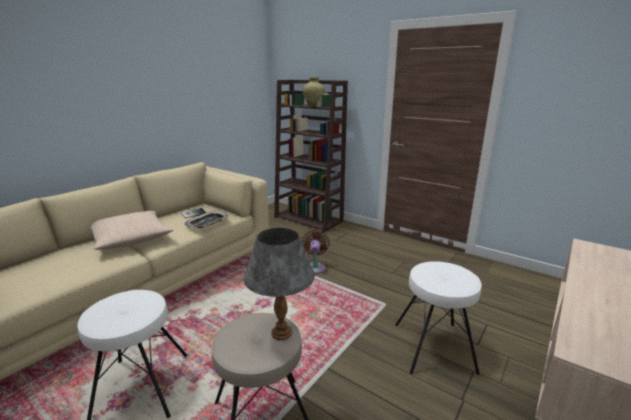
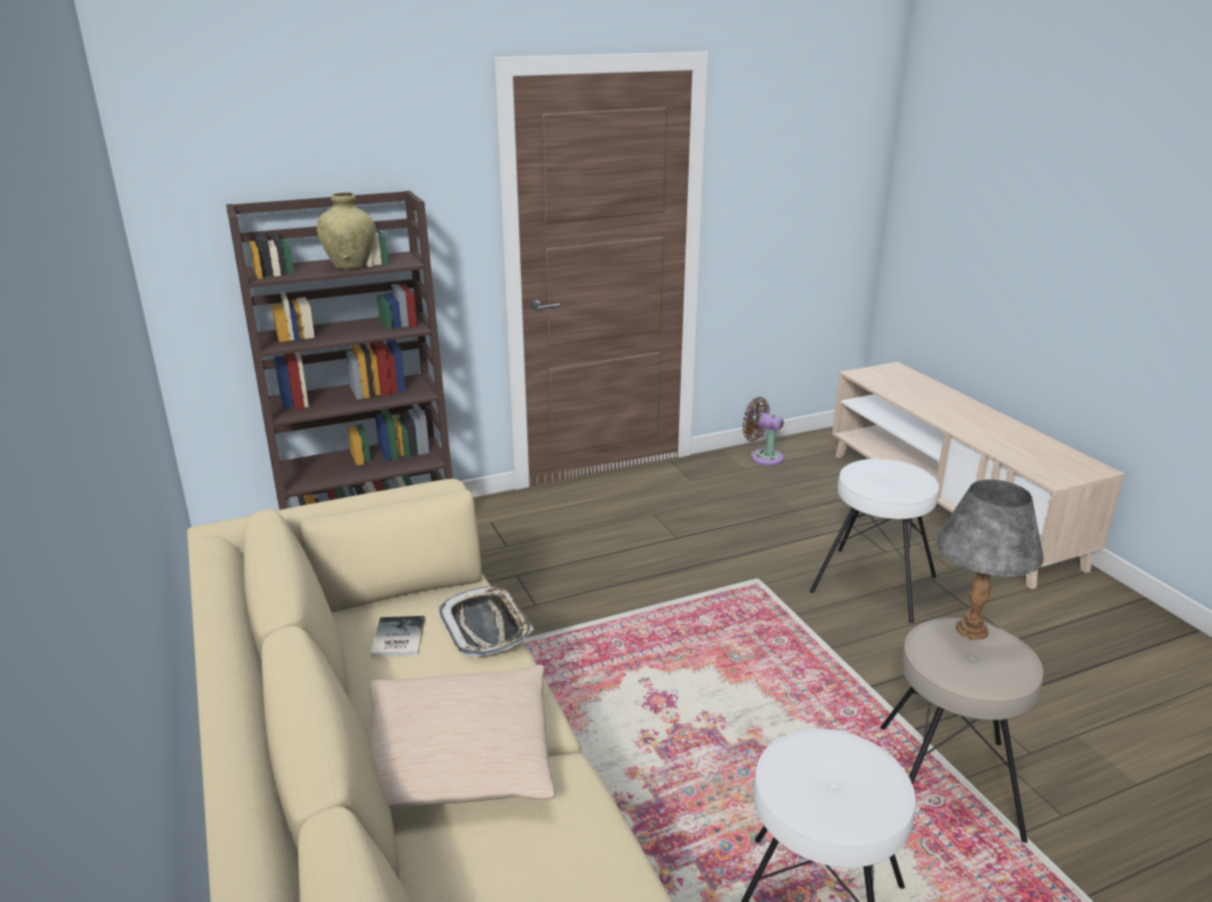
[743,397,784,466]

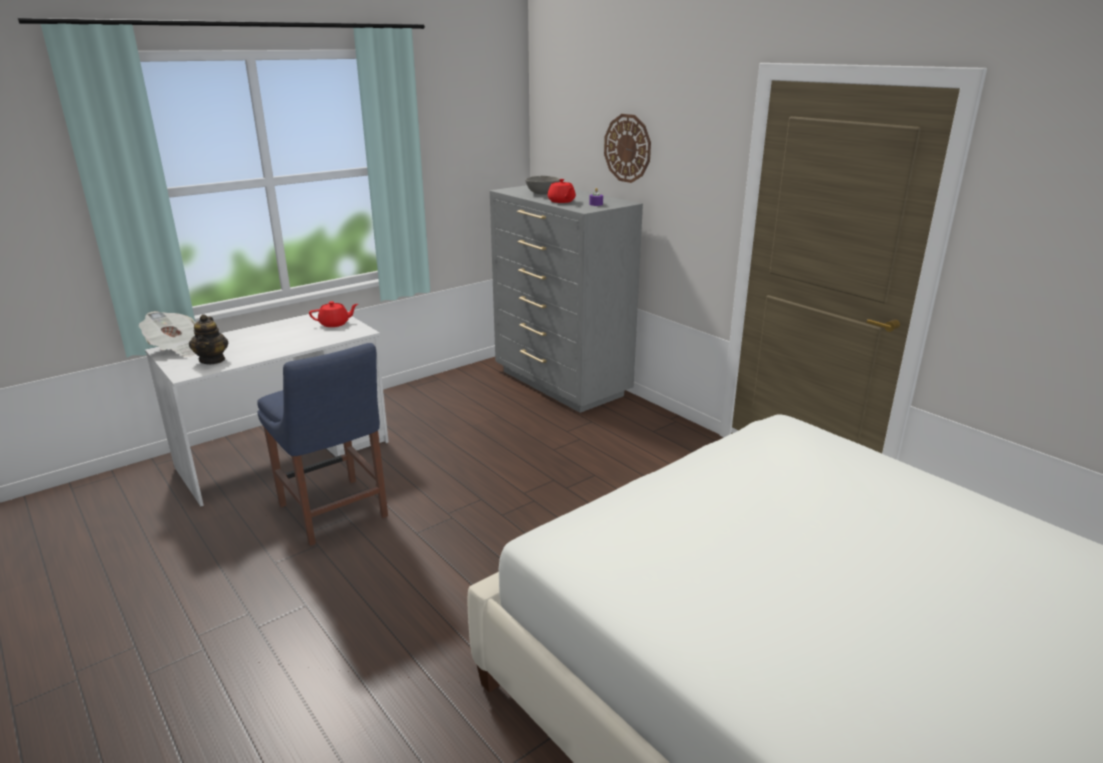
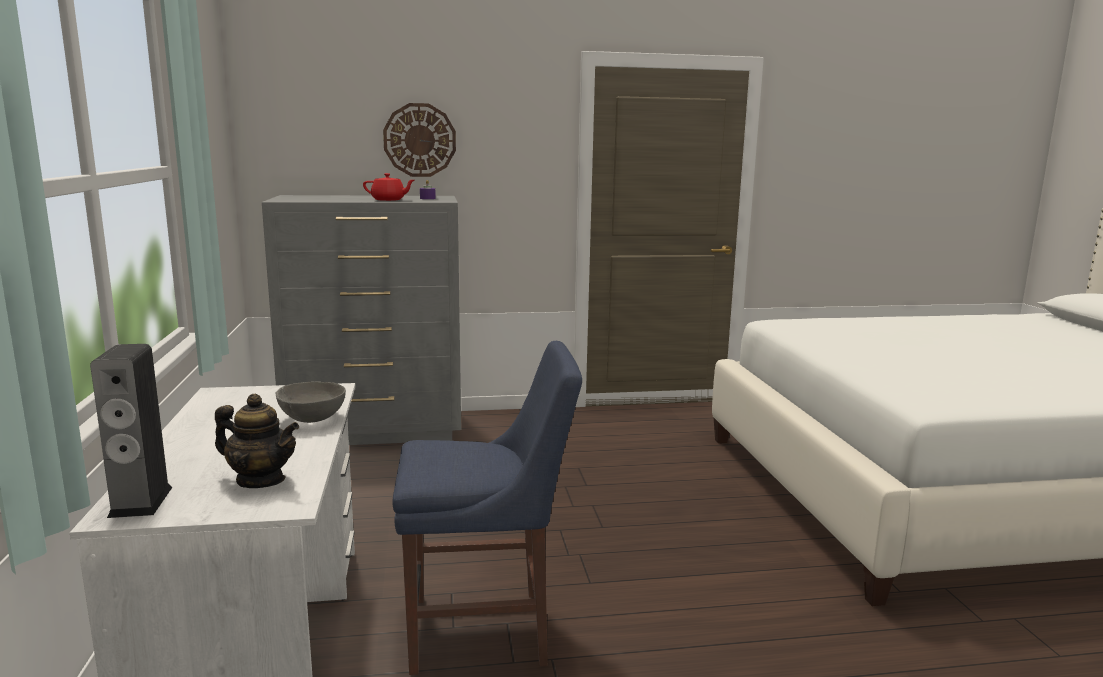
[90,344,172,518]
[275,381,346,423]
[309,301,358,327] (first image)

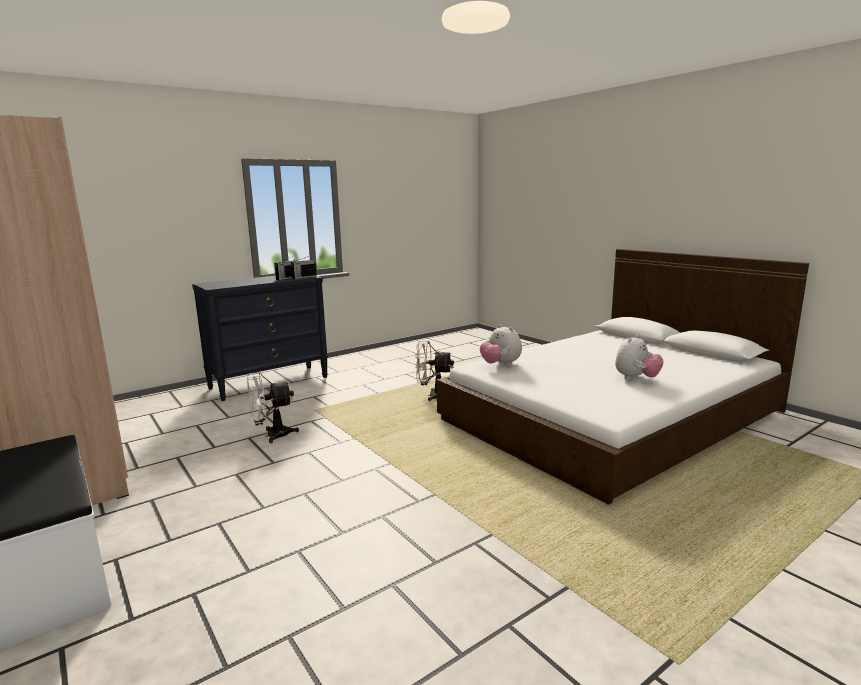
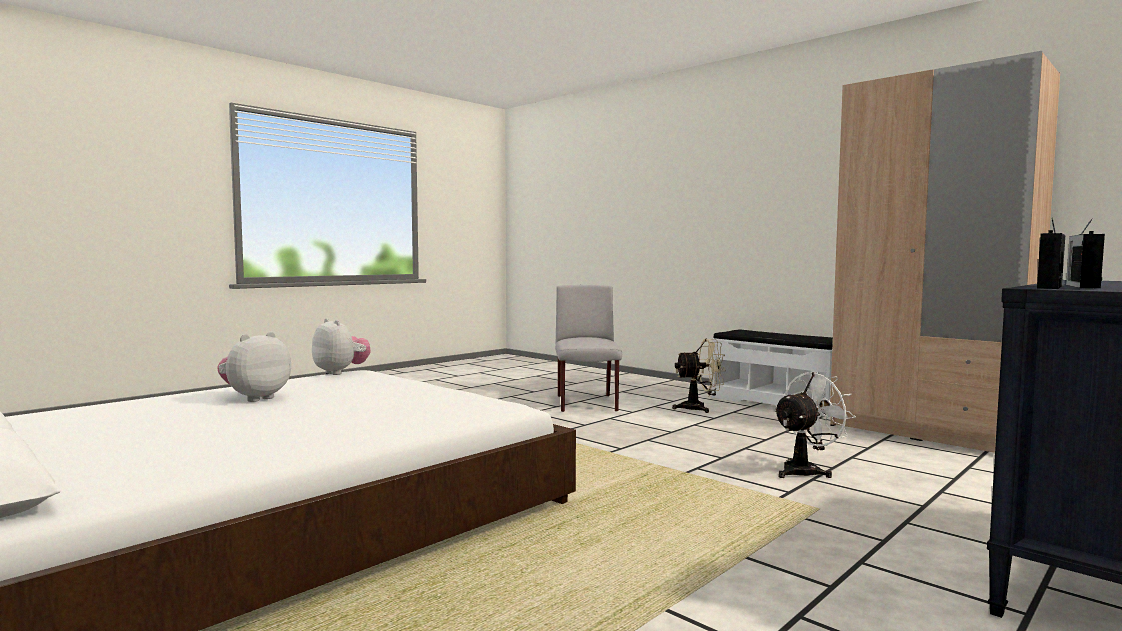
[312,318,370,375]
[555,285,622,412]
[672,339,726,413]

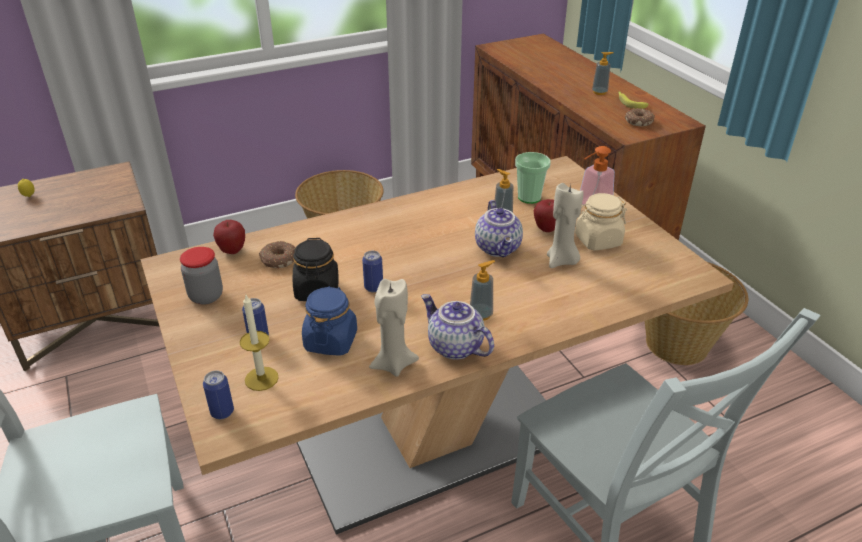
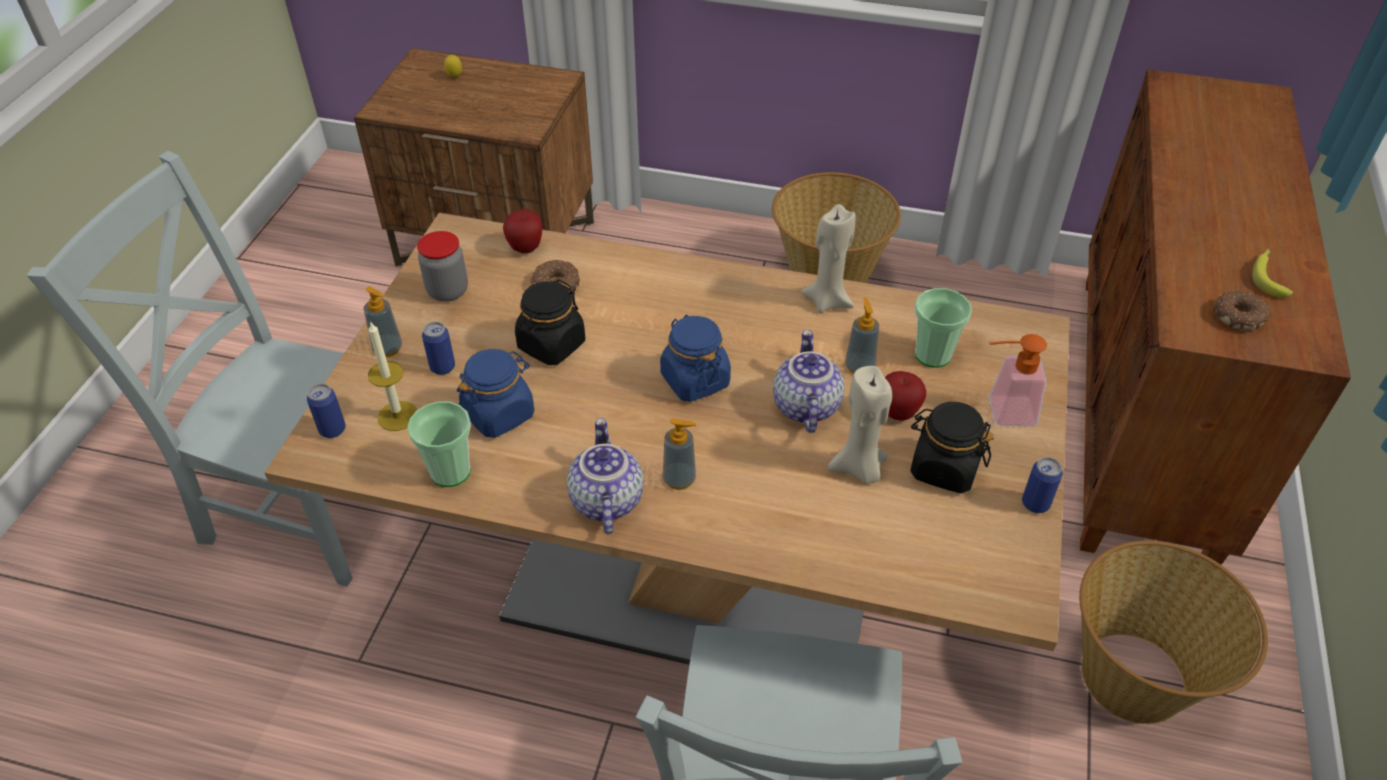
[363,286,402,357]
[407,401,471,487]
[660,315,731,402]
[773,330,844,433]
[801,204,856,313]
[910,402,994,493]
[1022,457,1063,513]

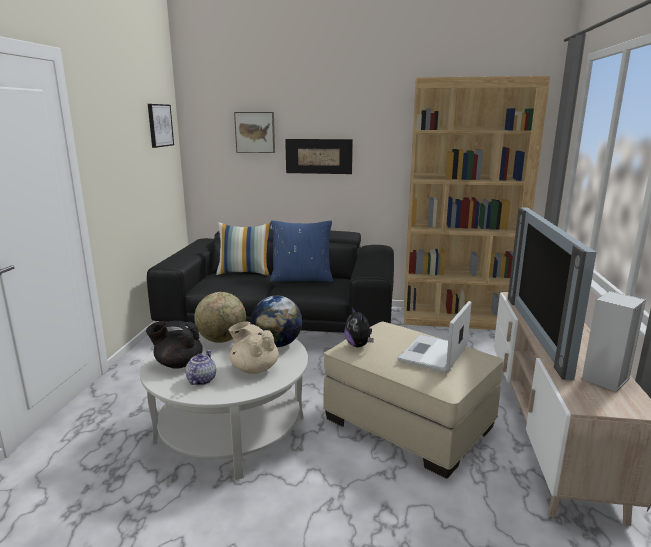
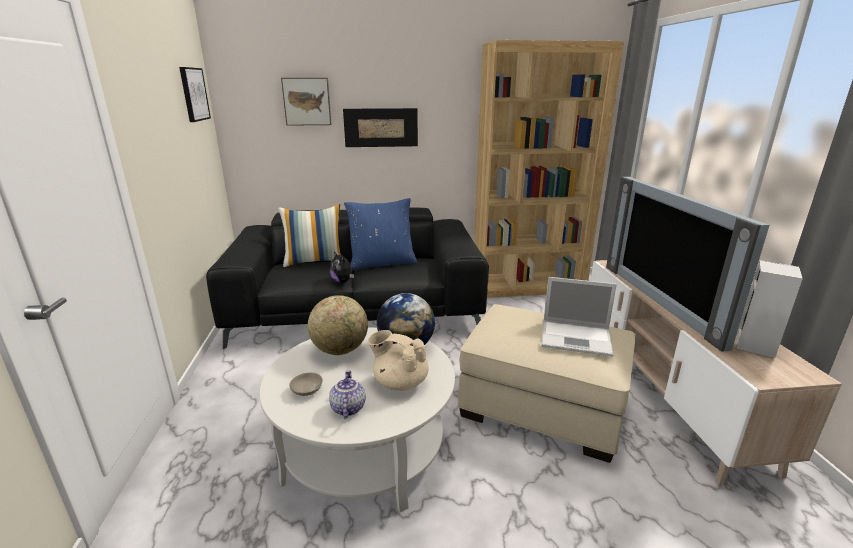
[289,372,323,396]
[330,251,354,283]
[541,277,617,357]

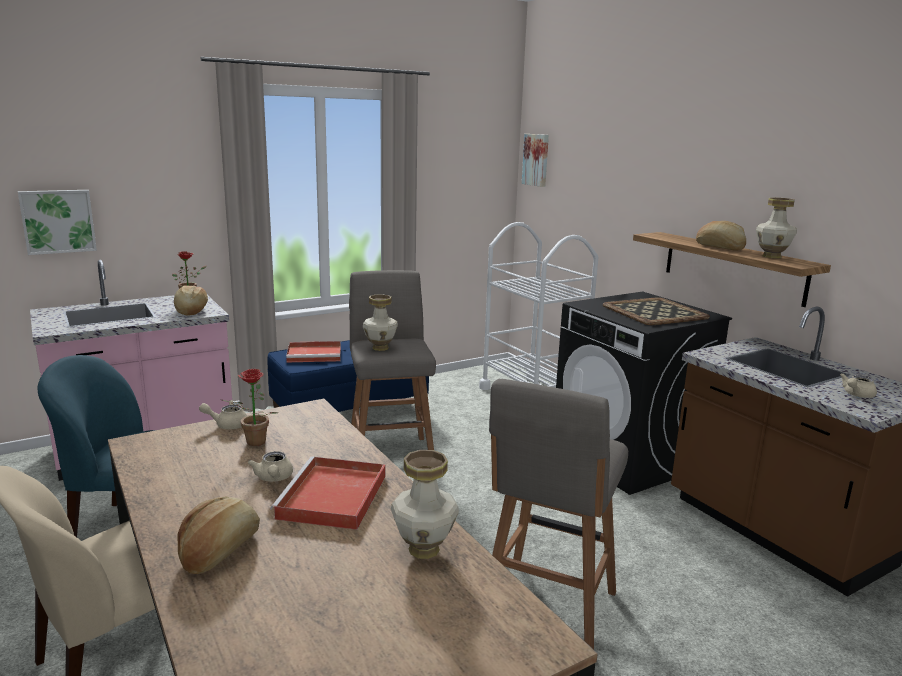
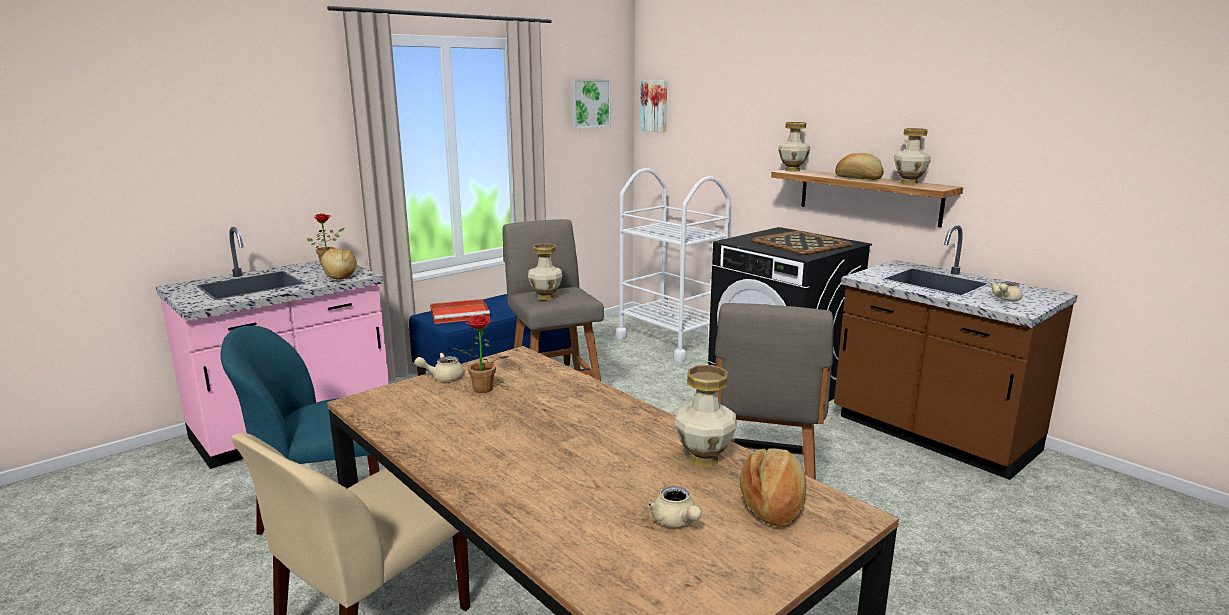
[571,79,611,129]
[648,486,702,527]
[740,449,806,526]
[778,122,810,172]
[270,457,386,530] (first image)

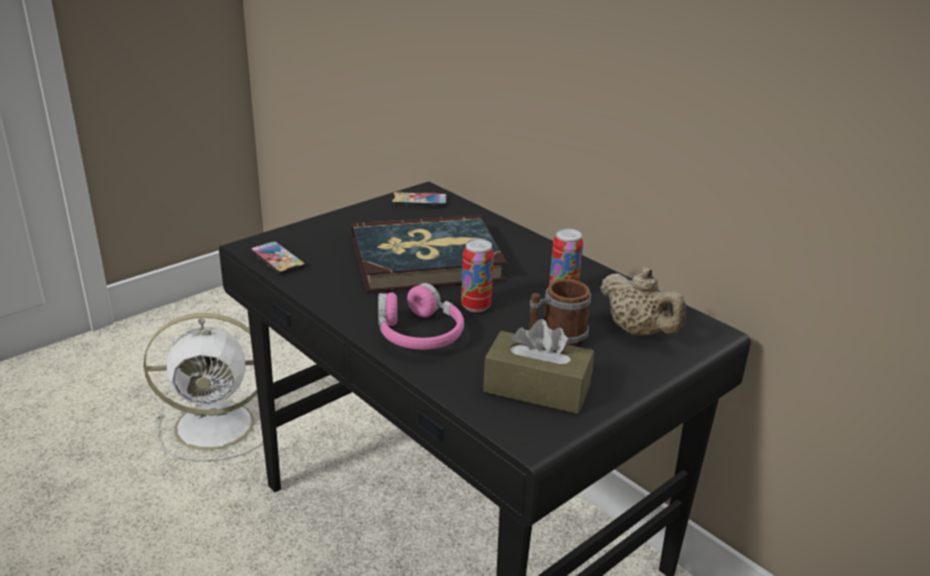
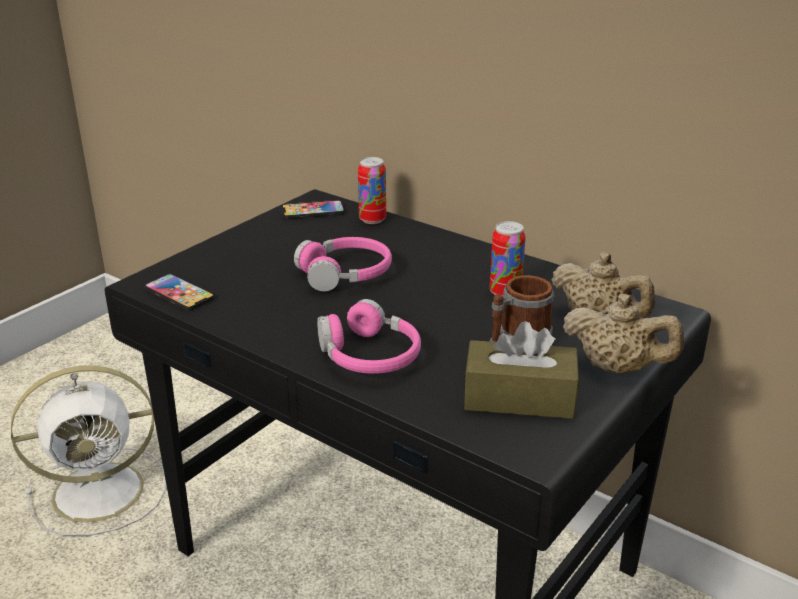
[294,237,392,292]
[358,157,386,224]
[563,294,684,374]

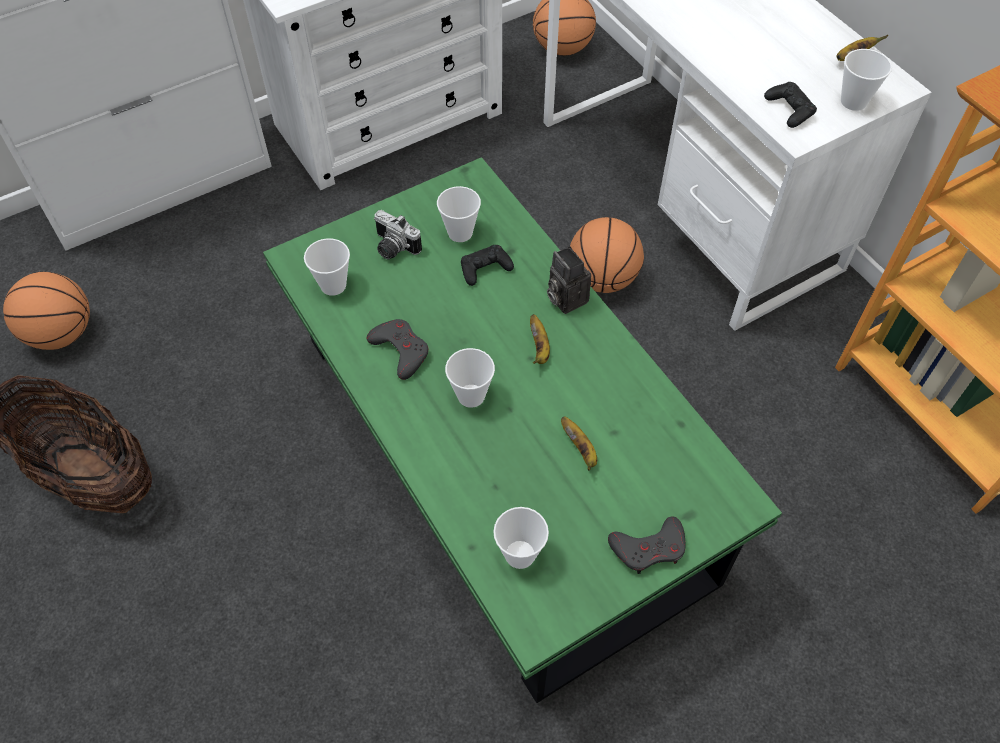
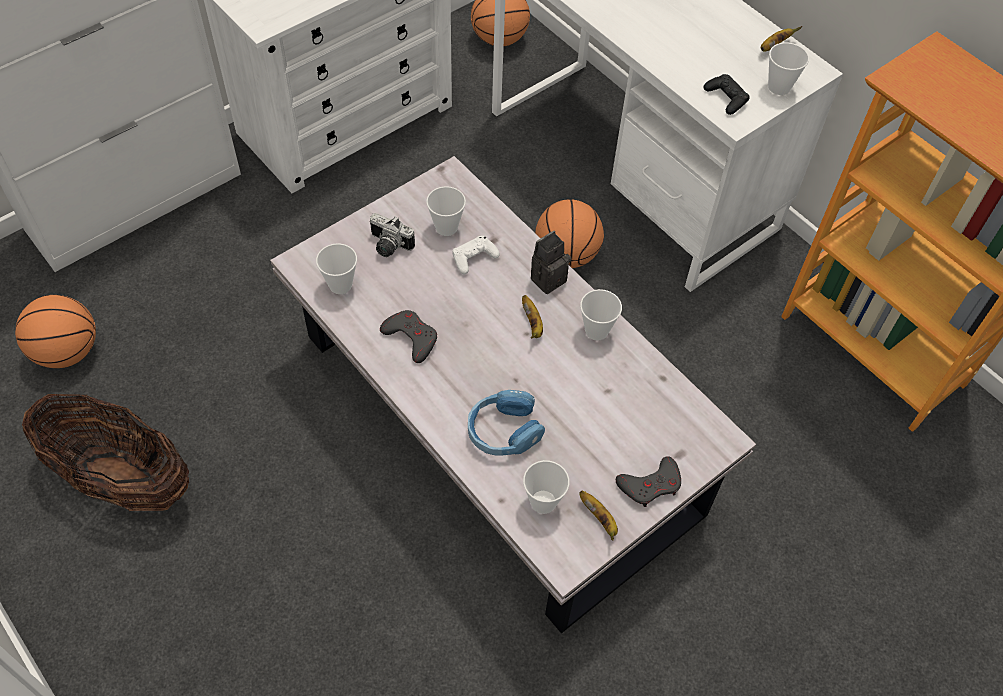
[270,156,756,633]
[452,236,500,274]
[468,390,545,455]
[531,231,572,294]
[579,491,618,540]
[580,289,622,341]

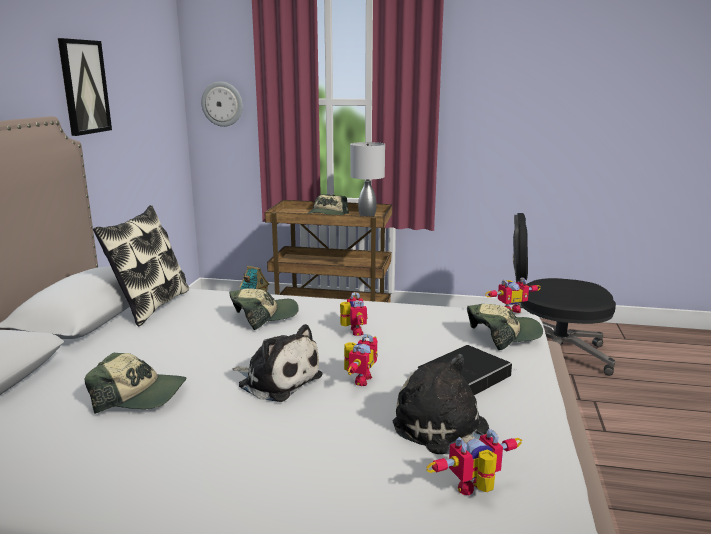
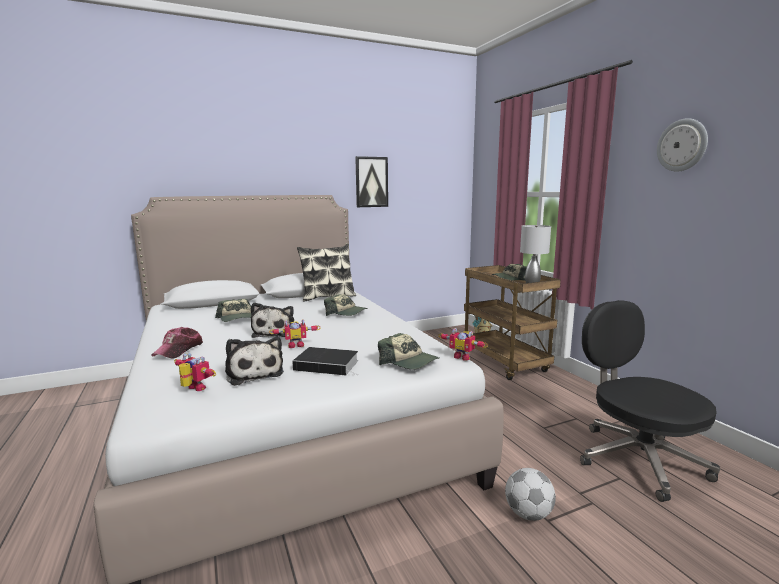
[151,327,203,359]
[225,336,284,386]
[505,468,556,521]
[657,118,708,172]
[340,292,367,336] (first image)

